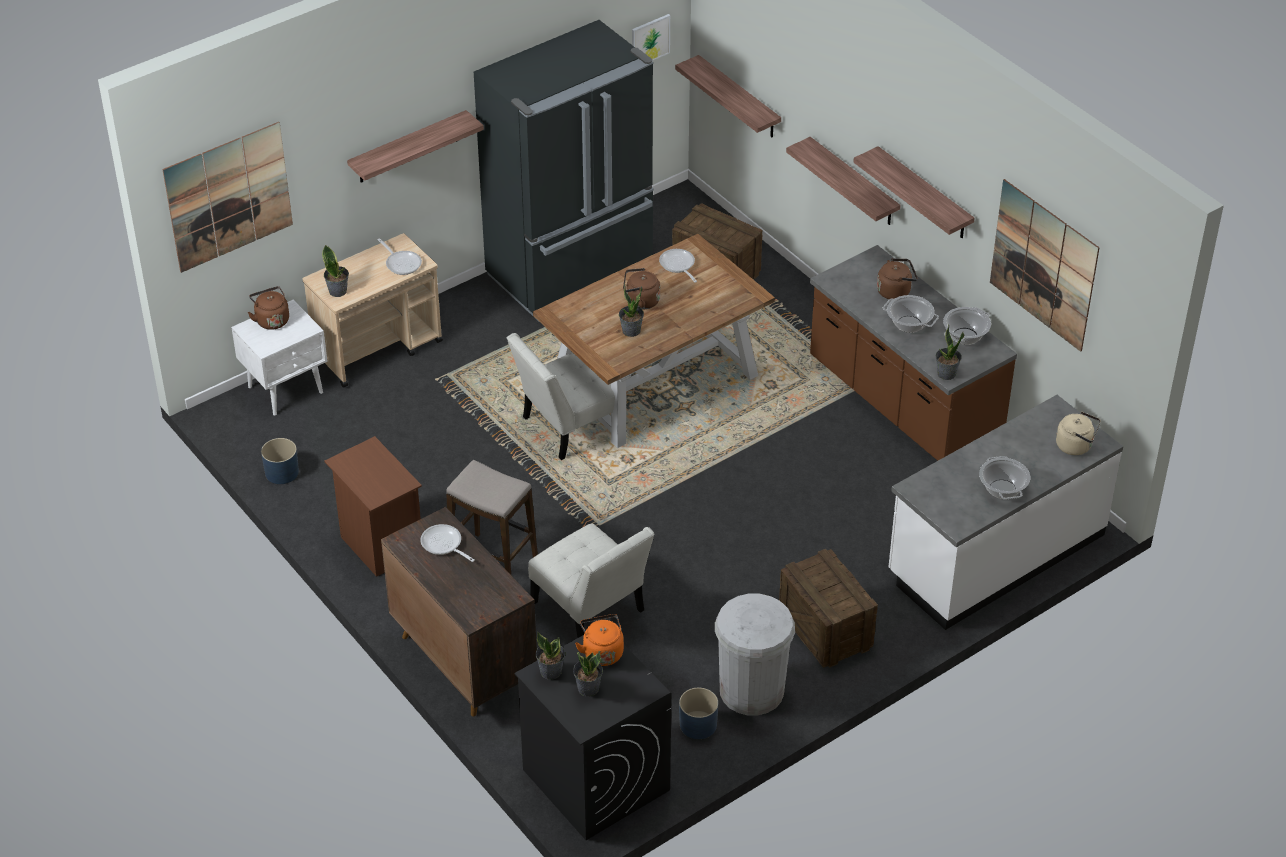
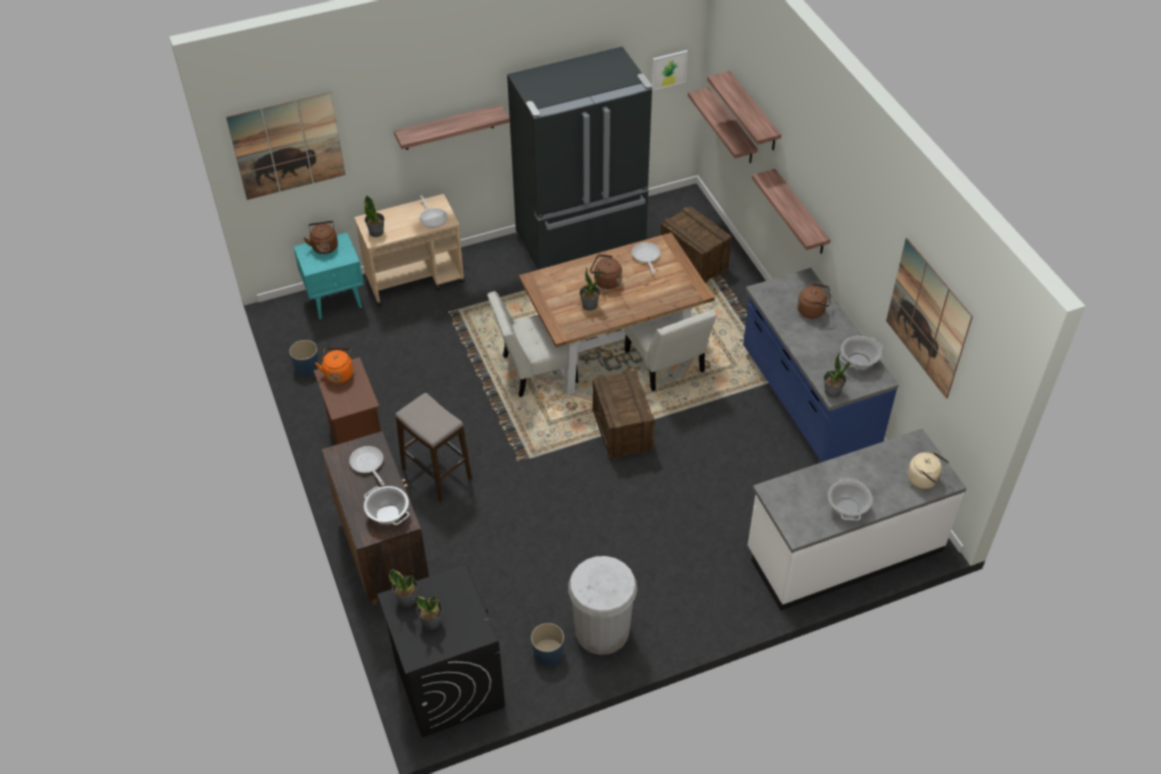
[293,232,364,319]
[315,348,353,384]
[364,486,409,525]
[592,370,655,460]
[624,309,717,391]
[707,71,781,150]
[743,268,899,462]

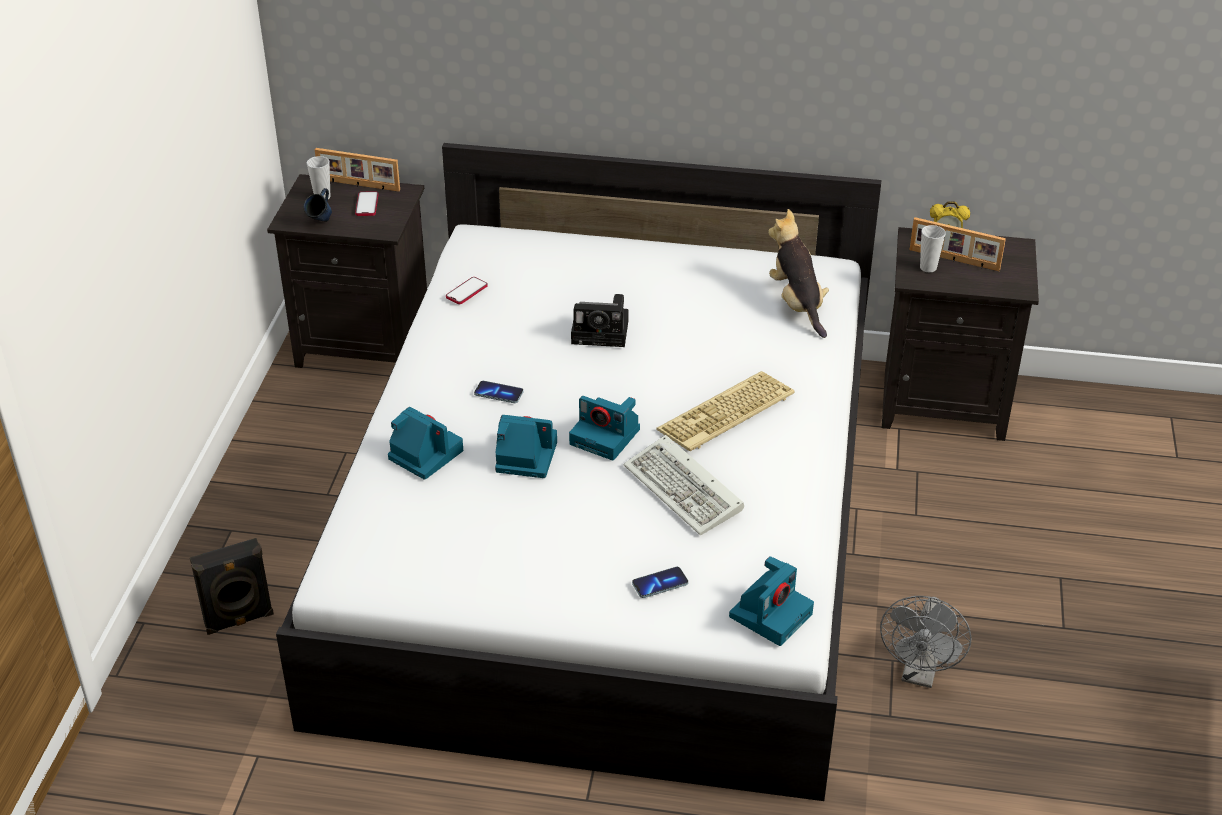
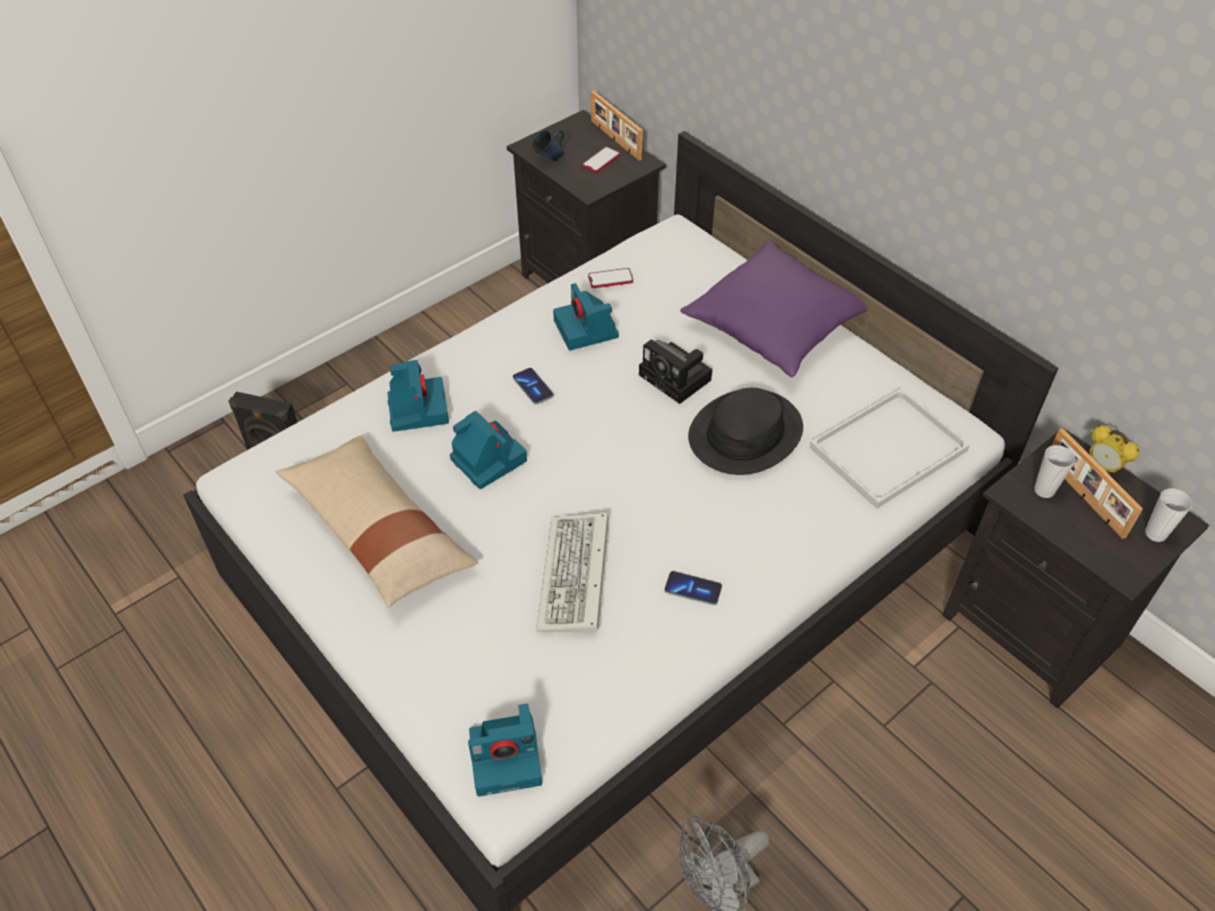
[276,435,479,608]
[553,283,619,350]
[664,571,722,605]
[680,241,867,377]
[688,388,803,475]
[810,389,970,509]
[1145,488,1192,542]
[656,371,794,451] (first image)

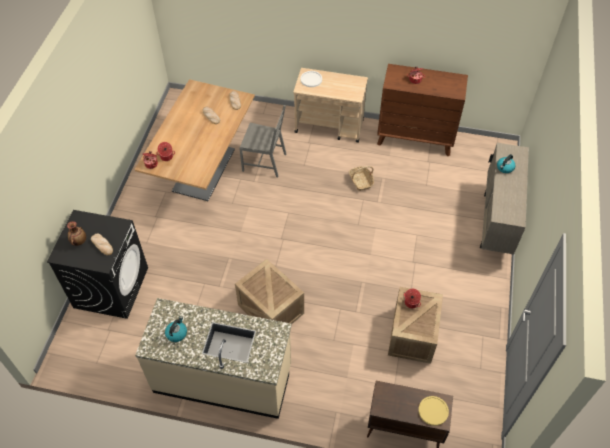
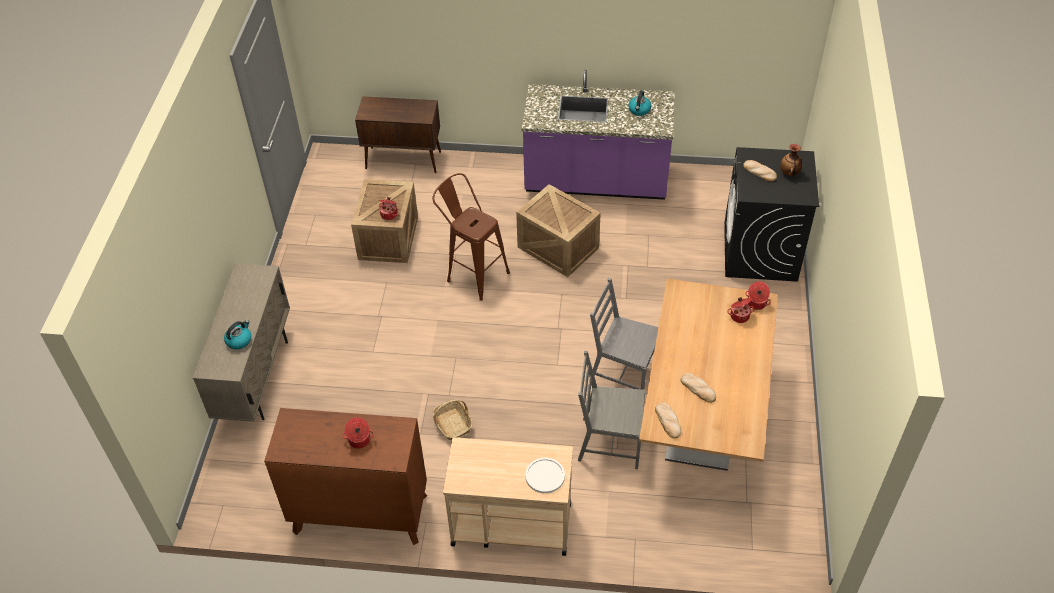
[432,173,510,301]
[522,70,675,200]
[590,278,658,390]
[418,396,449,426] (first image)

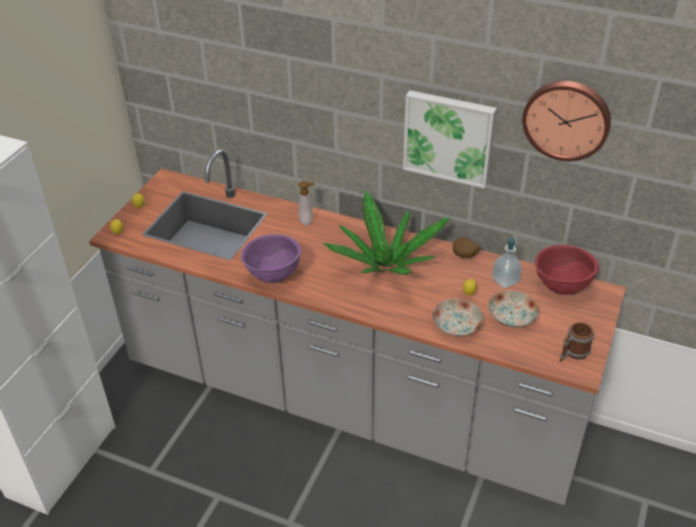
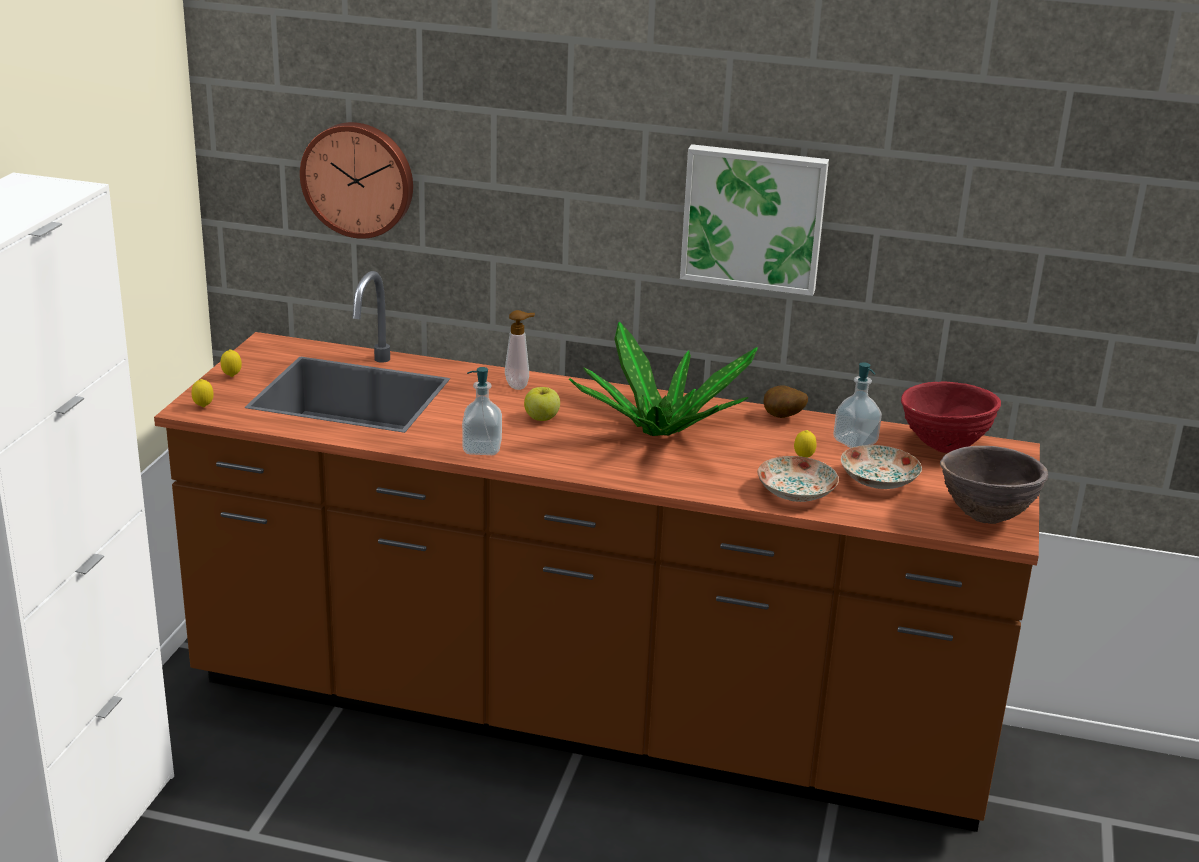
[154,271,1040,832]
[300,122,413,239]
[462,367,502,455]
[524,387,560,421]
[940,446,1048,524]

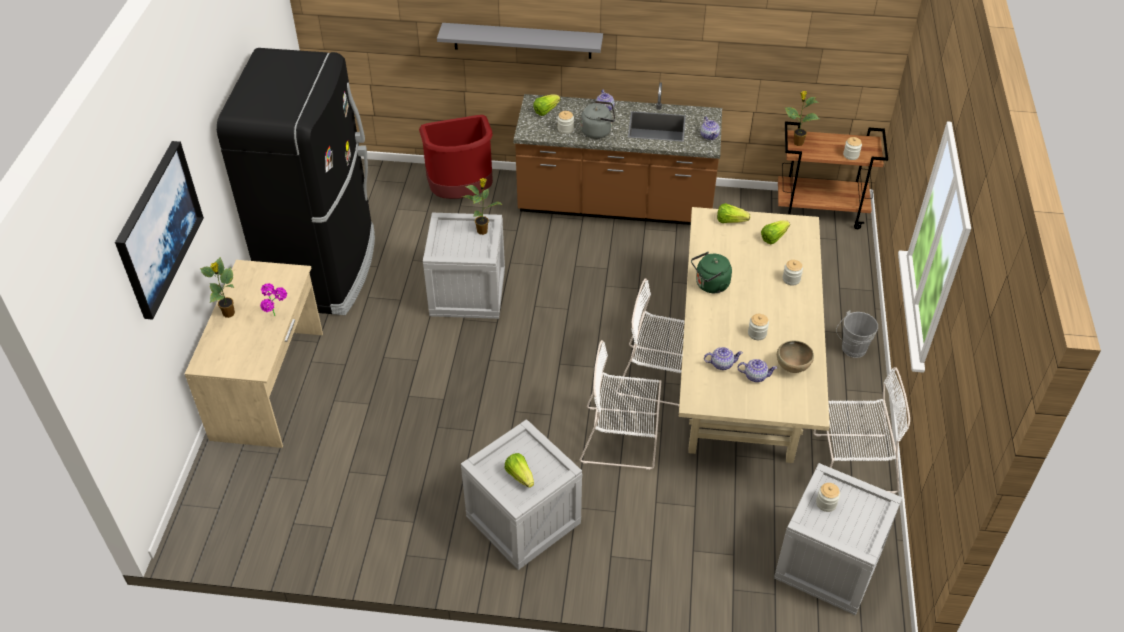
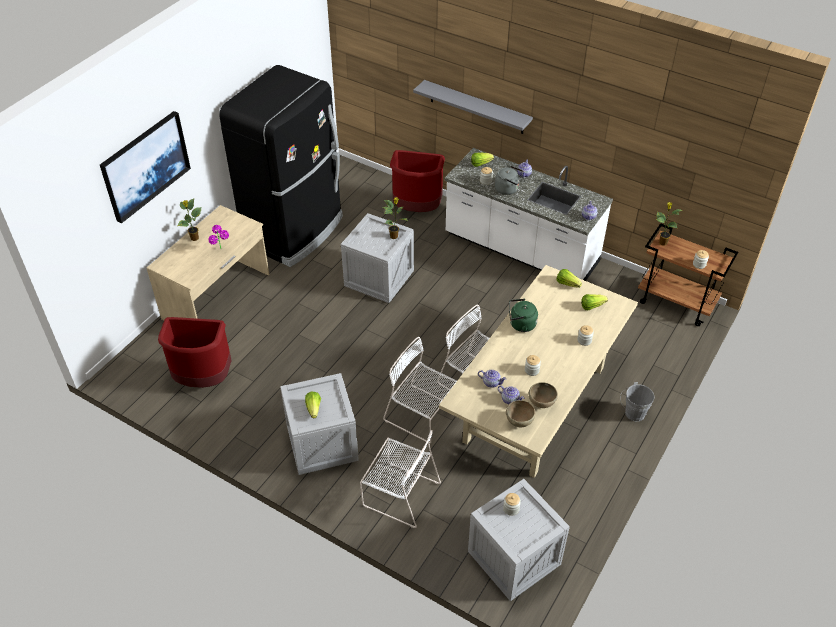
[158,317,232,388]
[360,430,441,528]
[444,148,613,281]
[506,400,536,427]

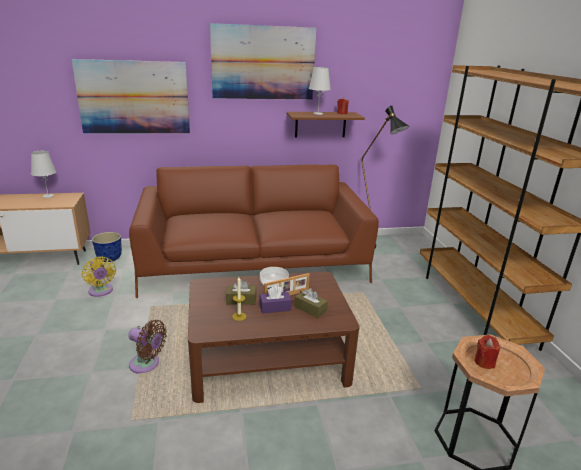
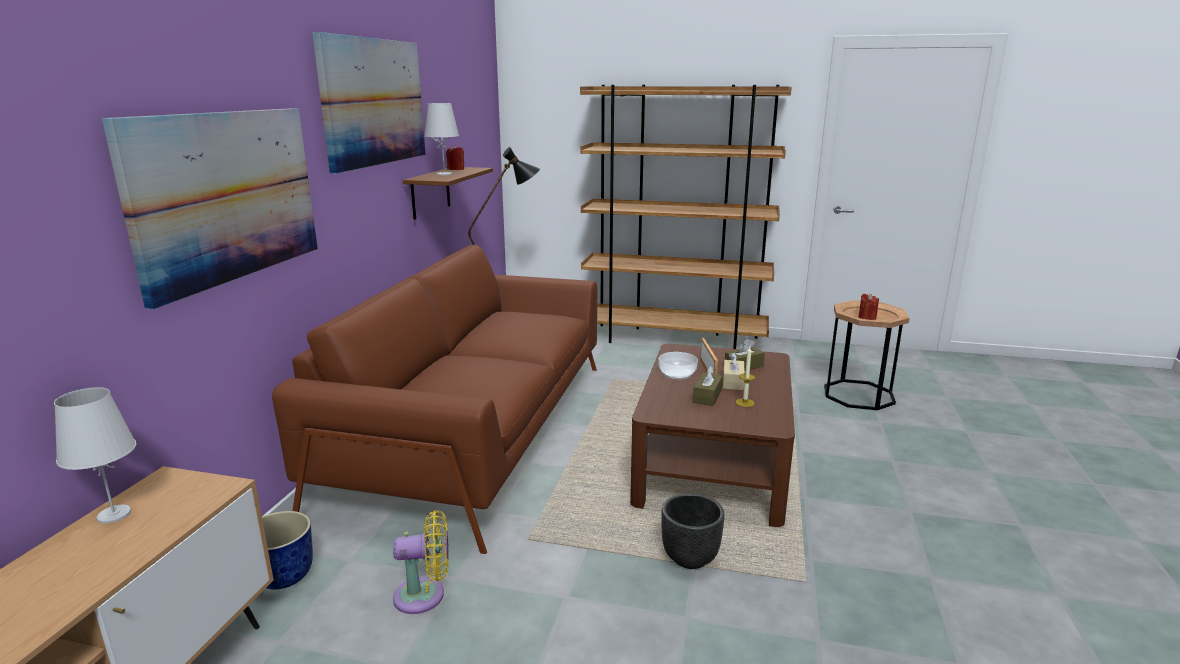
[661,493,725,569]
[723,352,745,390]

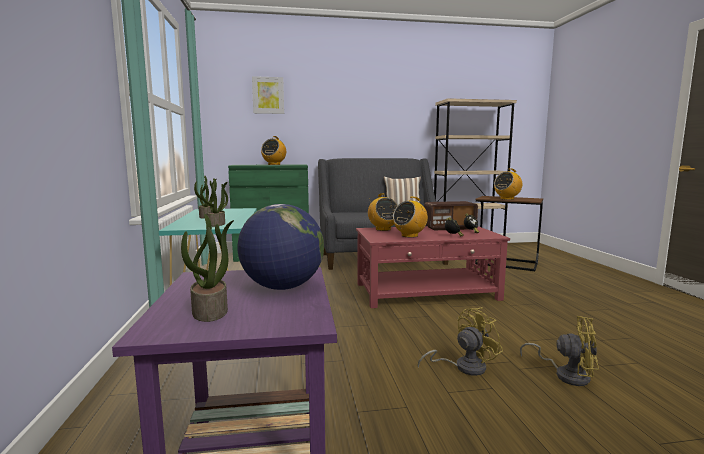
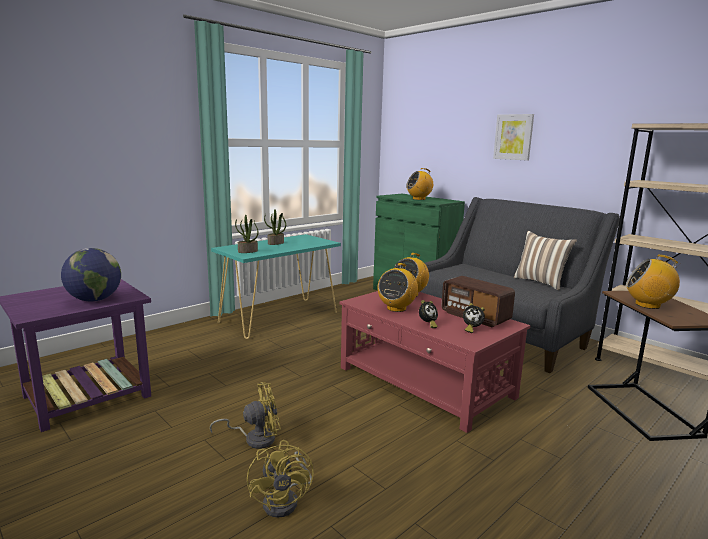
[209,382,281,449]
[377,263,418,312]
[493,114,534,161]
[181,214,234,322] (first image)

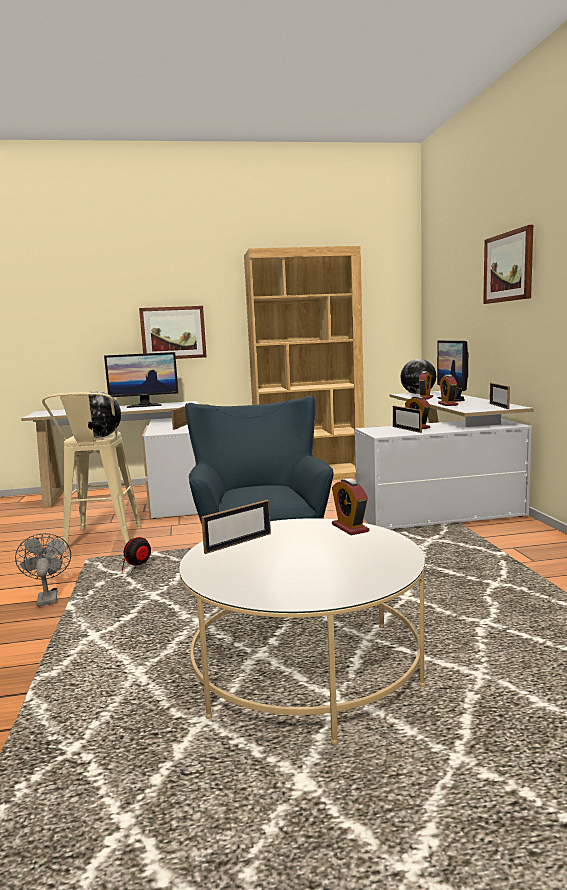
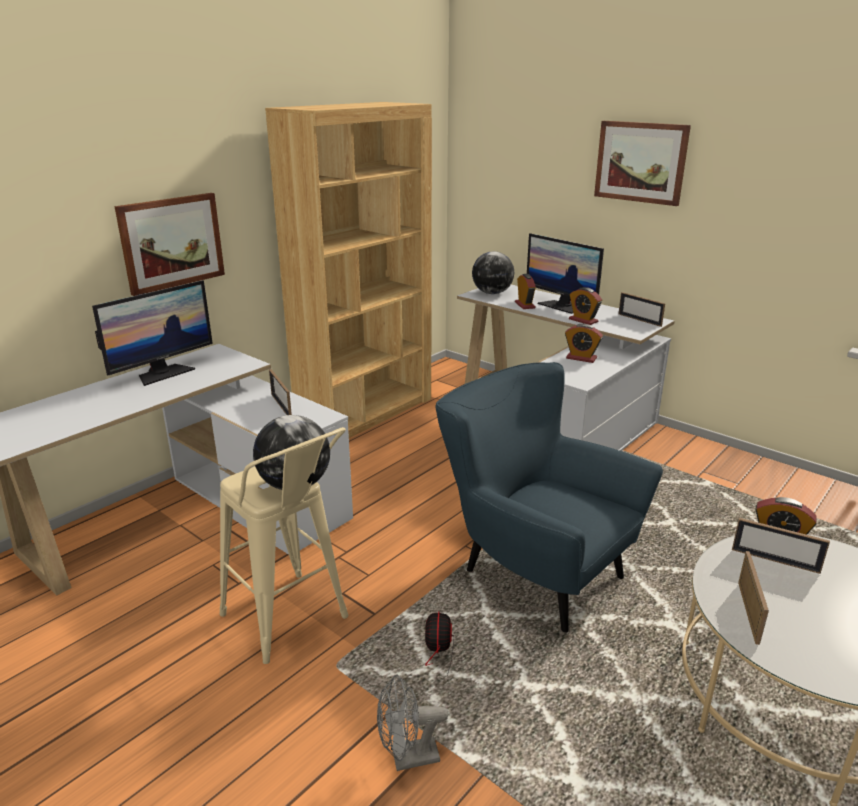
[377,675,448,771]
[732,518,830,574]

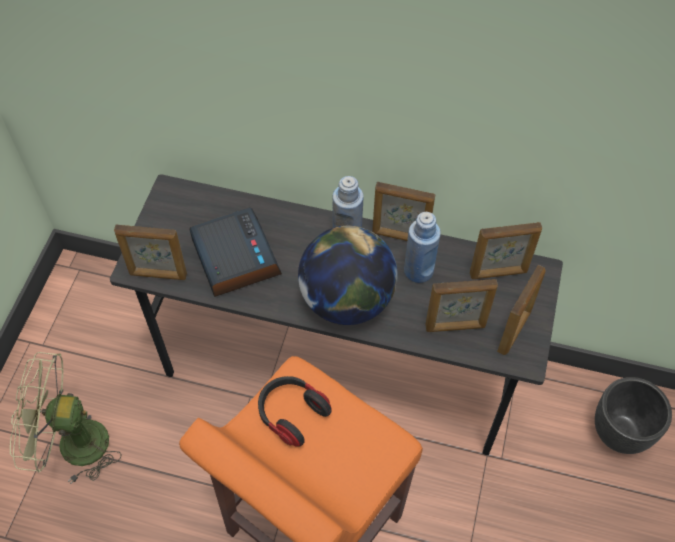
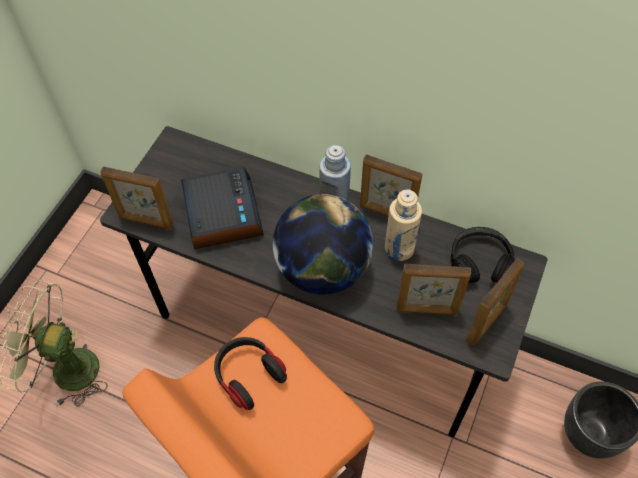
[385,190,422,261]
[451,227,515,283]

